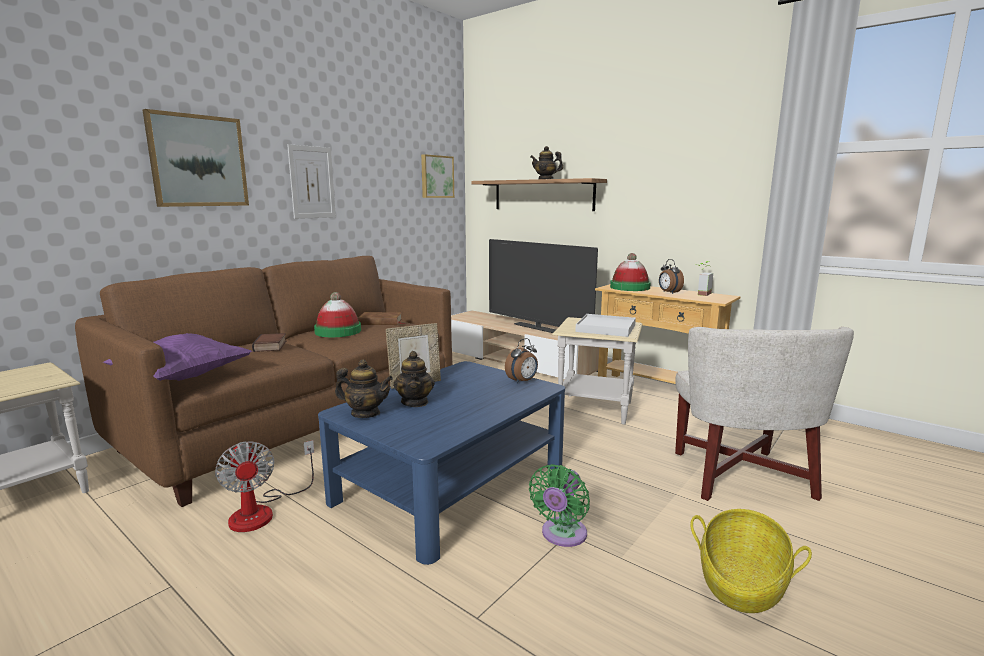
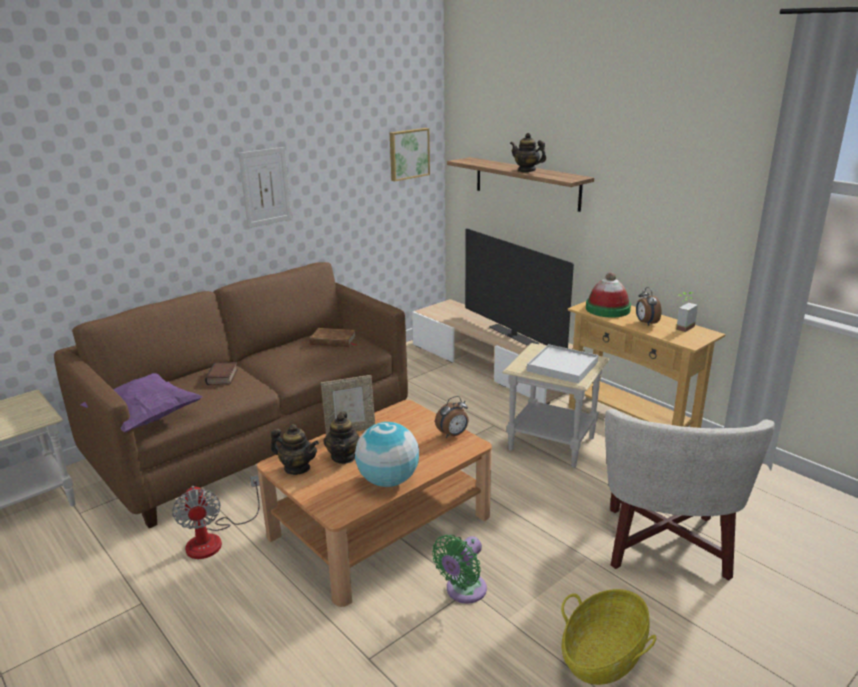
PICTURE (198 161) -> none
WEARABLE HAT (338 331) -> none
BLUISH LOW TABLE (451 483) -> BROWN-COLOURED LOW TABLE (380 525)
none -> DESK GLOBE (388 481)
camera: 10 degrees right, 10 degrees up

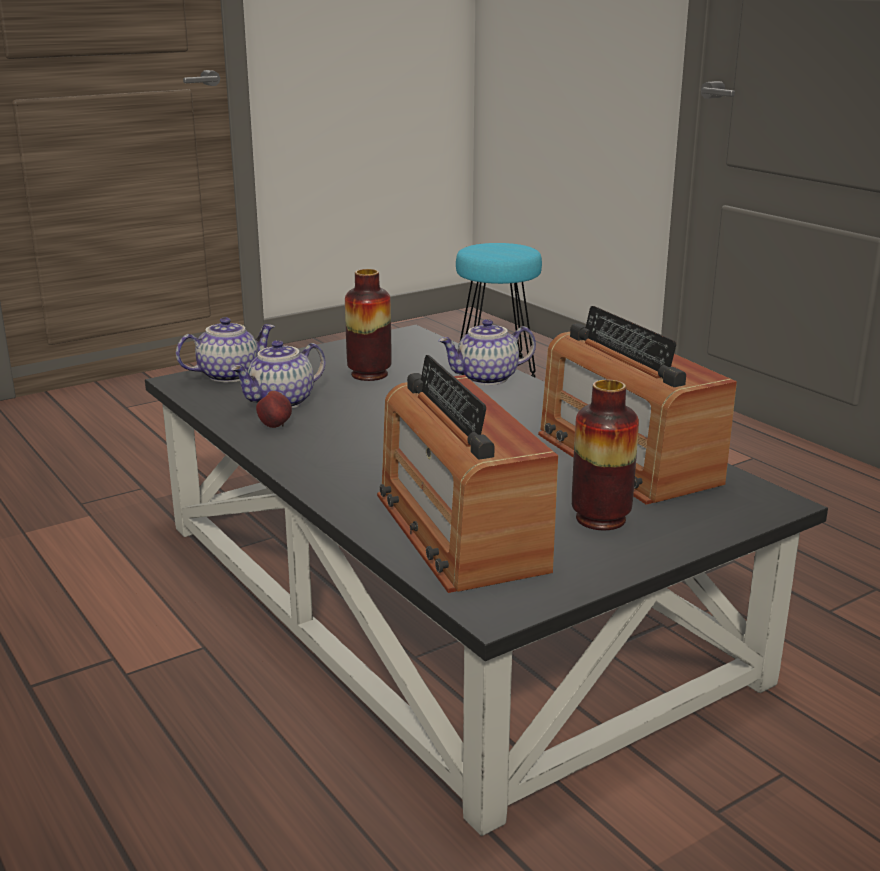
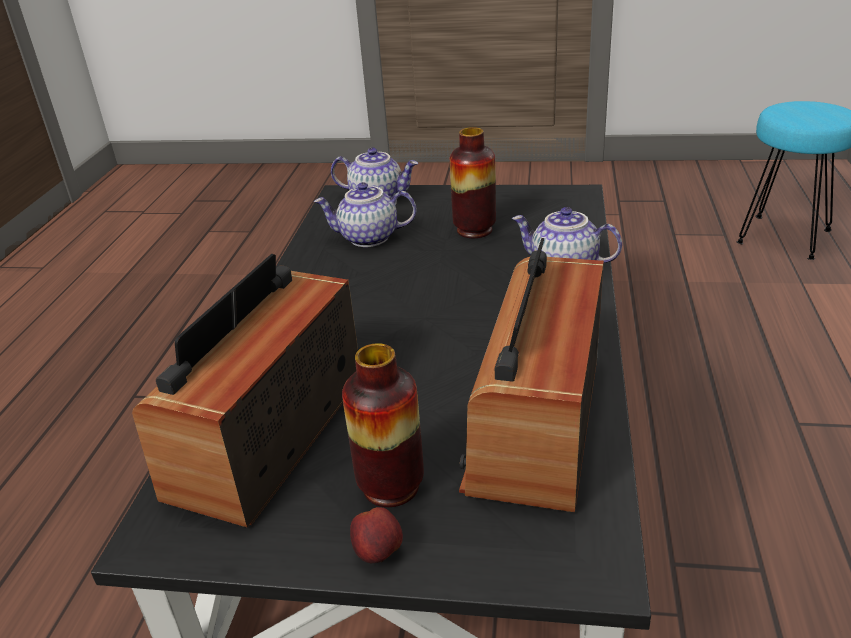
WHOLE APPLE (276 426) -> WHOLE APPLE (379 553), shifted
camera: 45 degrees right, 10 degrees up

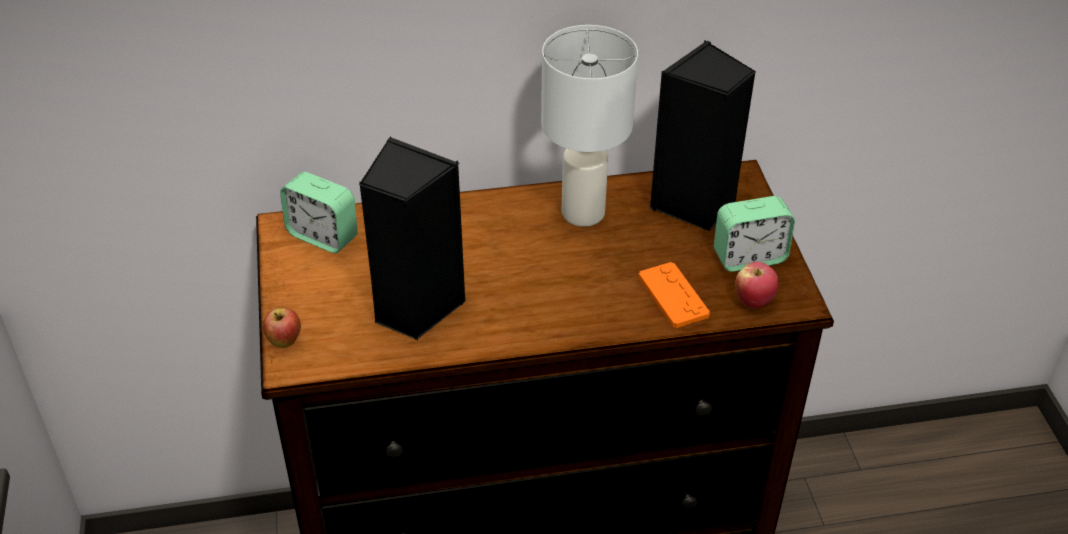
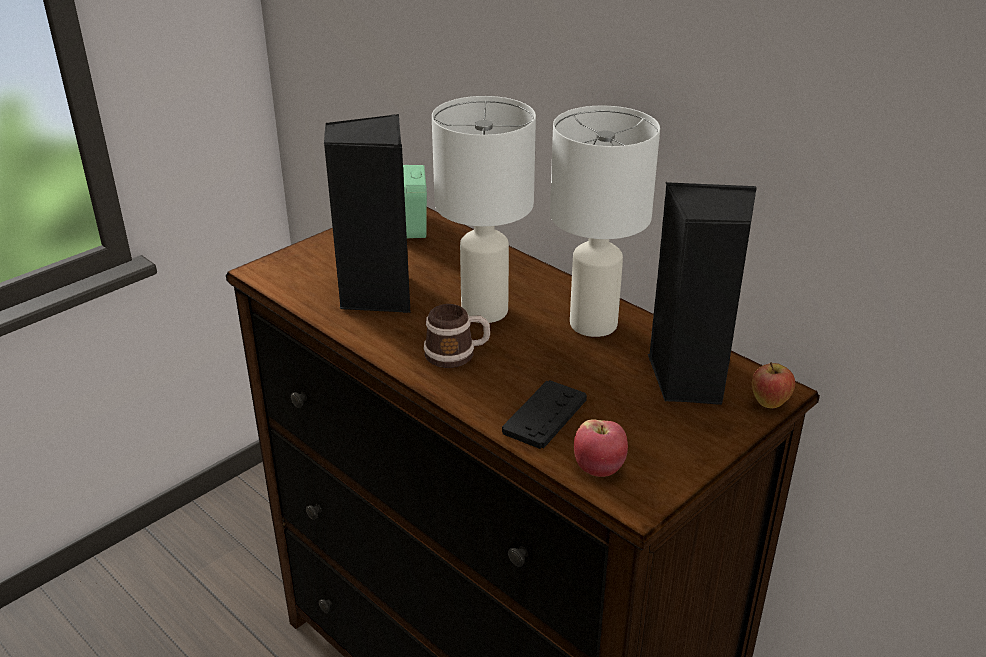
BEDSIDE CLOCK (749 257) -> none
ORANGEY JOYPAD (673 296) -> BLACKISH JOYPAD (545 416)
WHOLE APPLE (284 342) -> WHOLE APPLE (769 404), shifted
none -> WHITISH TABLETOP LAMP (485 311)
none -> MUG (457 354)
camera: 55 degrees right, 10 degrees down

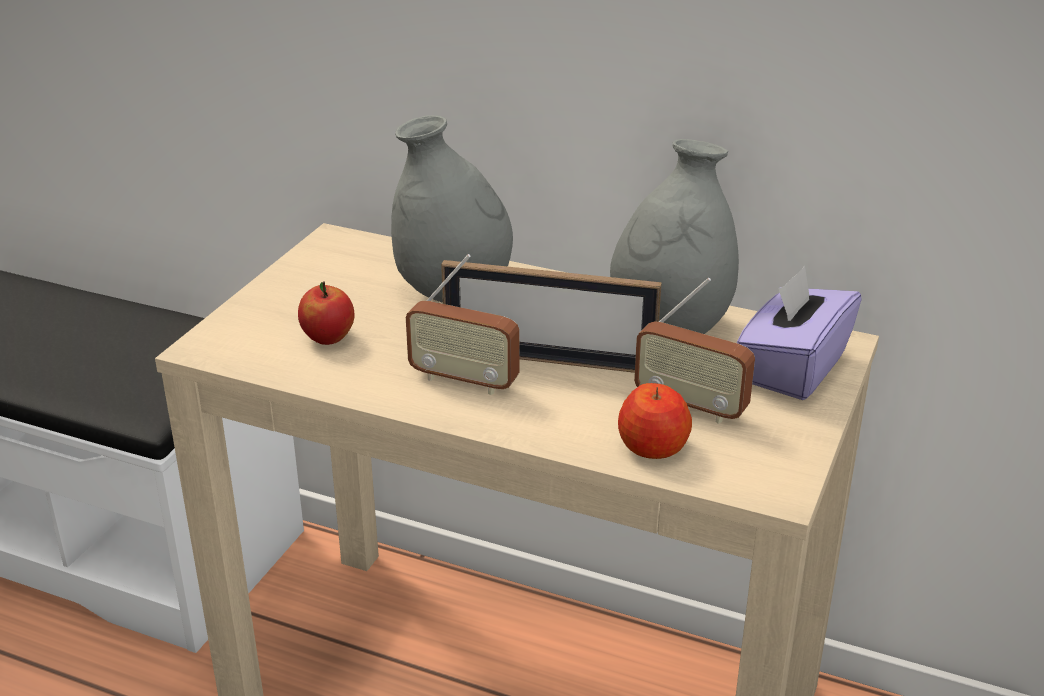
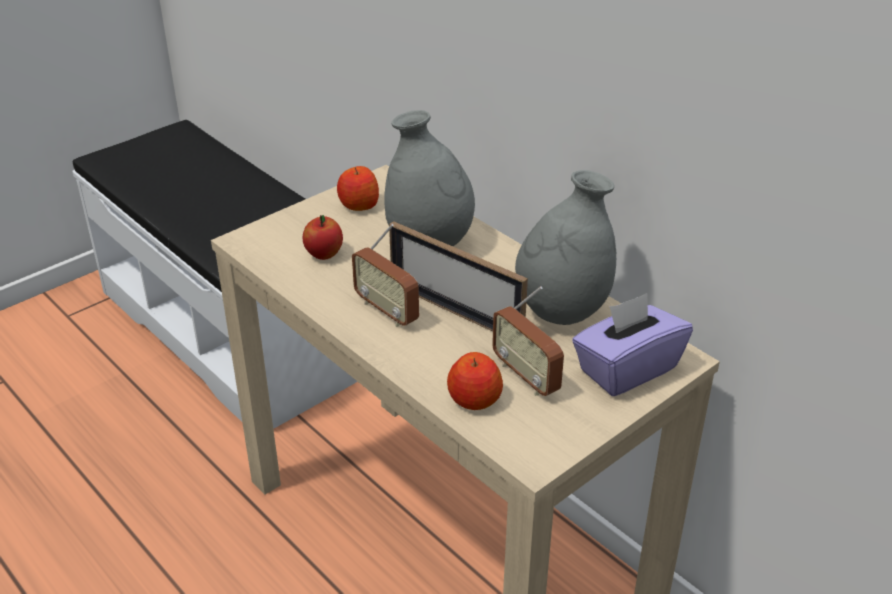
none -> WHOLE APPLE (358 205)
camera: 25 degrees right, 5 degrees up

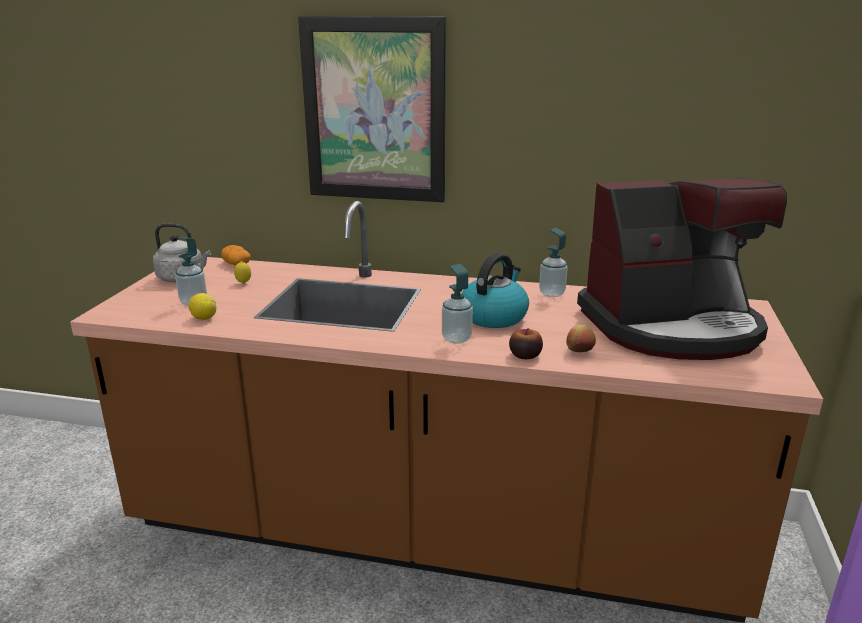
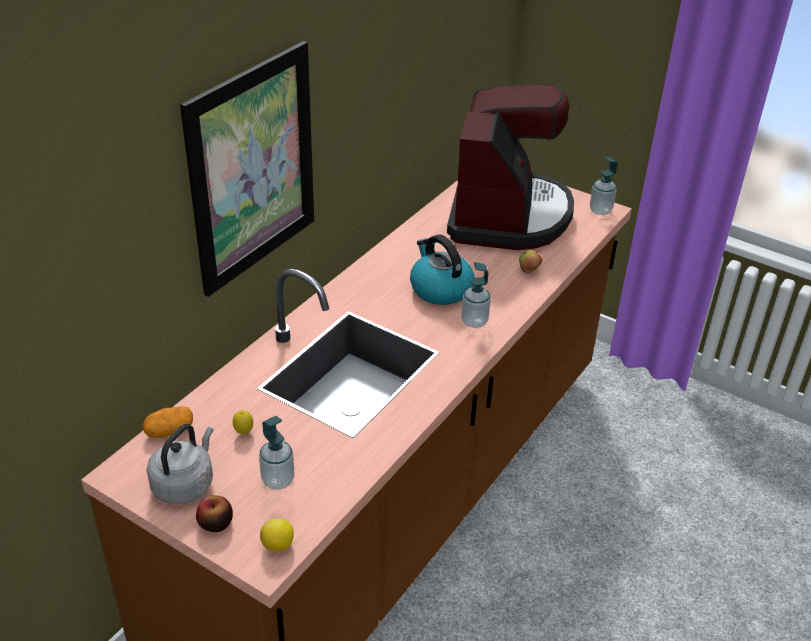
SOAP DISPENSER (551 293) -> SOAP DISPENSER (600 210), shifted
CITRUS FRUIT (204 318) -> CITRUS FRUIT (277 545), shifted
WHOLE APPLE (525 355) -> WHOLE APPLE (215 523), shifted
camera: 70 degrees left, 15 degrees up

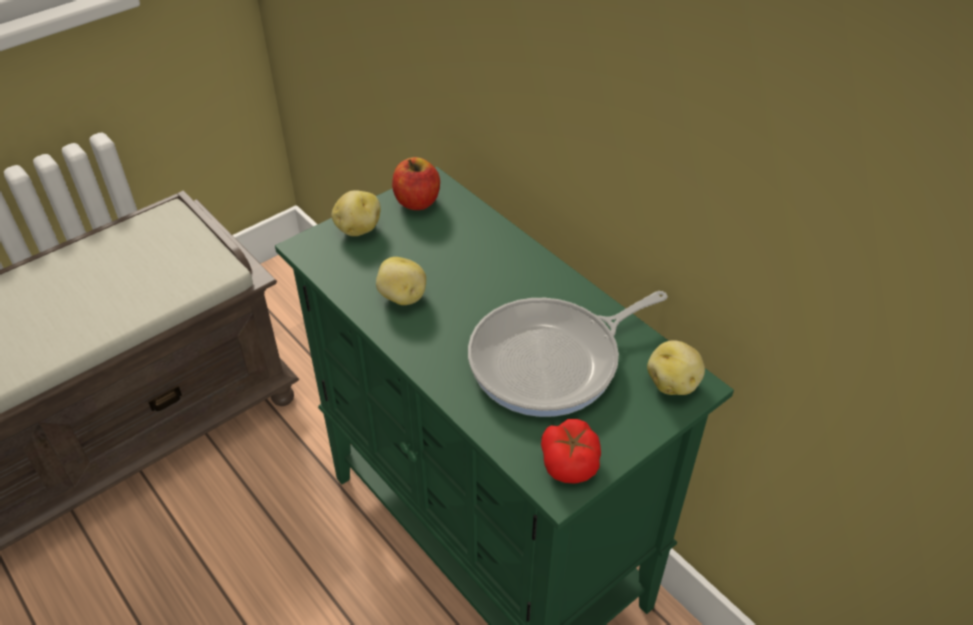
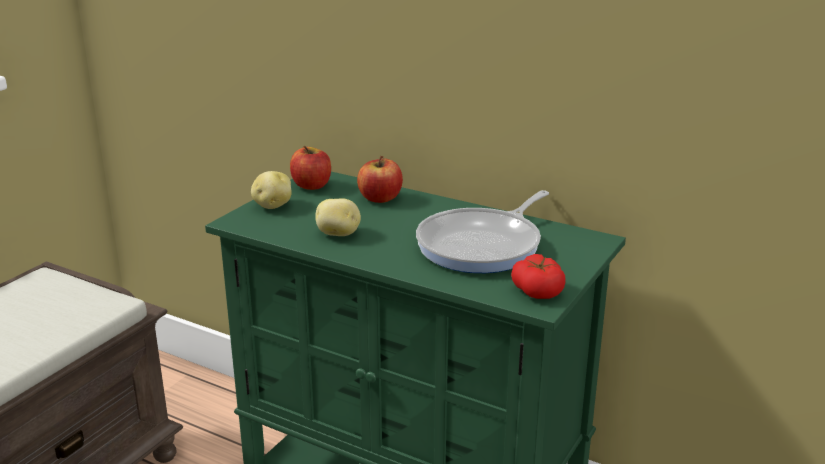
WHOLE POTATO (673 383) -> none
none -> WHOLE APPLE (380 198)
camera: 20 degrees left, 20 degrees down

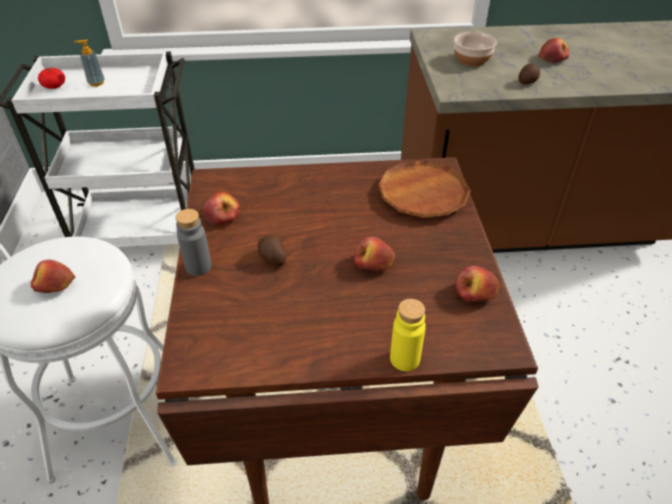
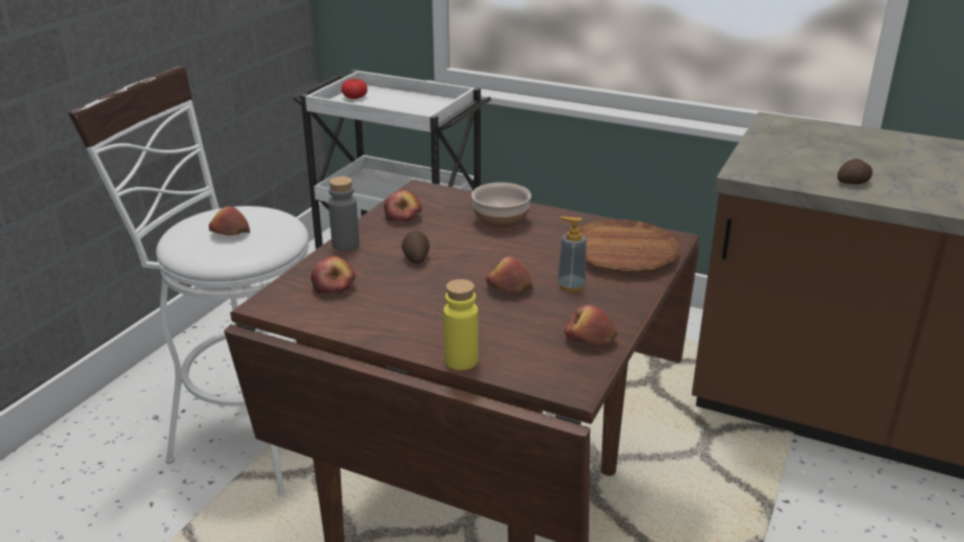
DEEP DISH (472 59) -> DEEP DISH (501 220), shifted
WHOLE APPLE (552 58) -> WHOLE APPLE (334 287), shifted
SOAP DISPENSER (96 83) -> SOAP DISPENSER (571 286), shifted
camera: 30 degrees right, 15 degrees down

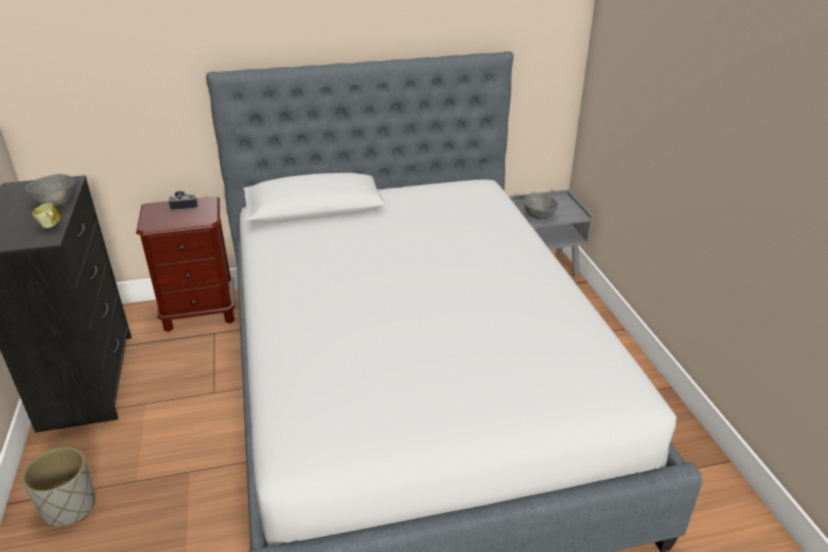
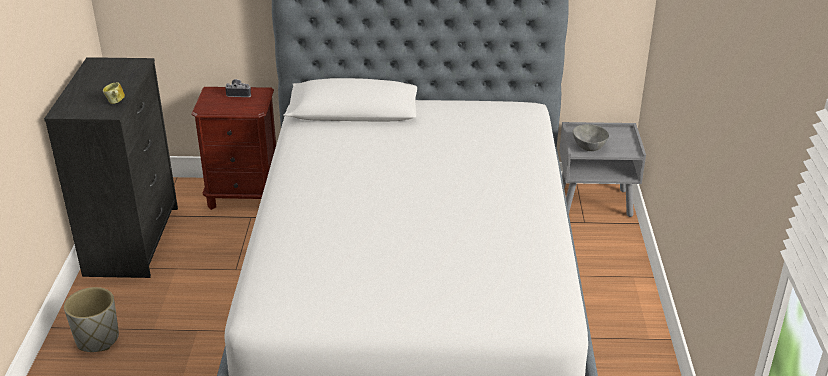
GRAY DEEP DISH (55 203) -> none
camera: 15 degrees right, 0 degrees up

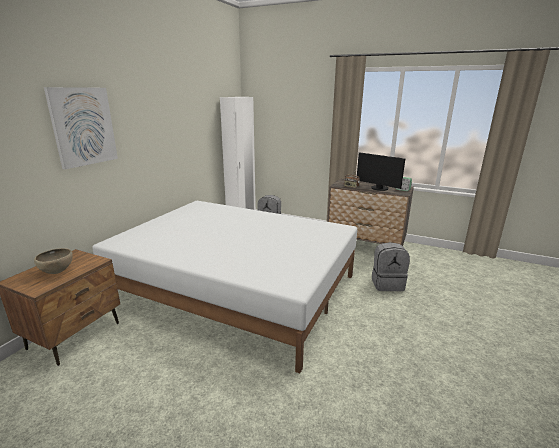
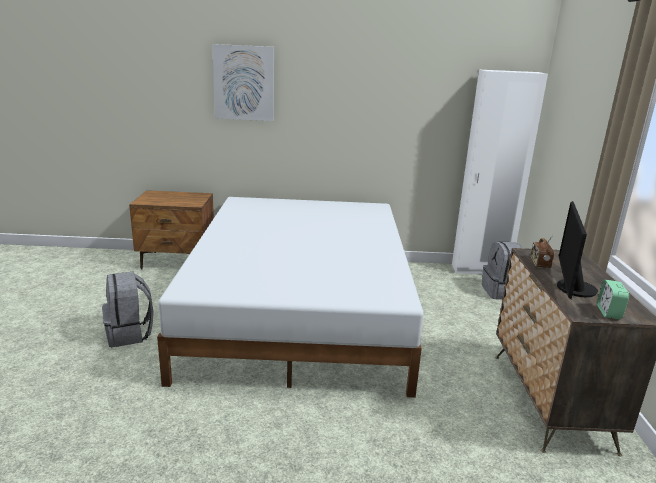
GRAY KNAPSACK (387 284) -> GRAY KNAPSACK (130 334), shifted
BROWN-COLOURED DEEP DISH (57 272) -> none
camera: 65 degrees right, 0 degrees up

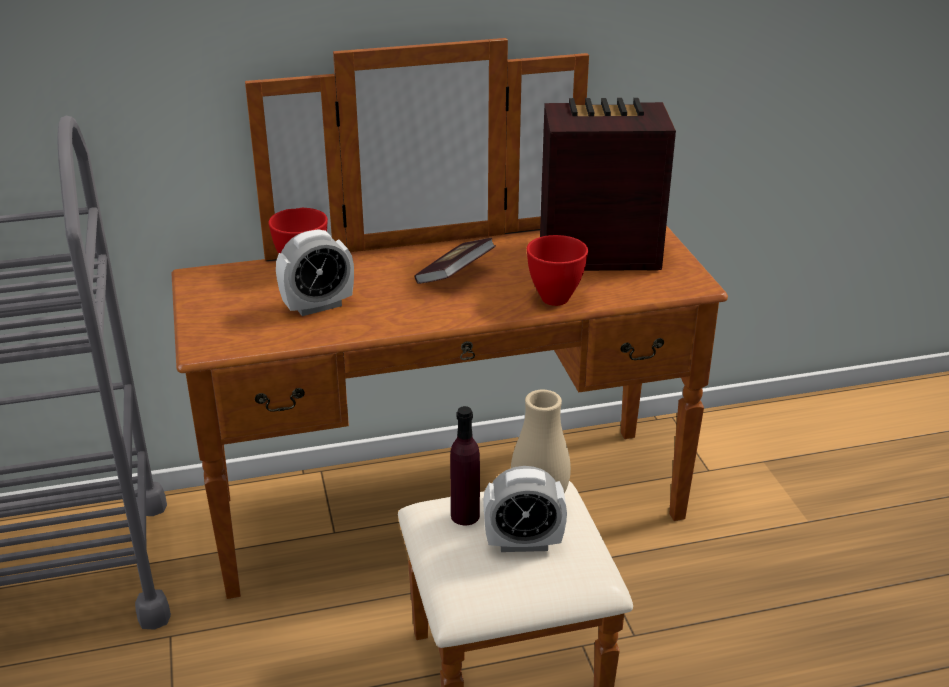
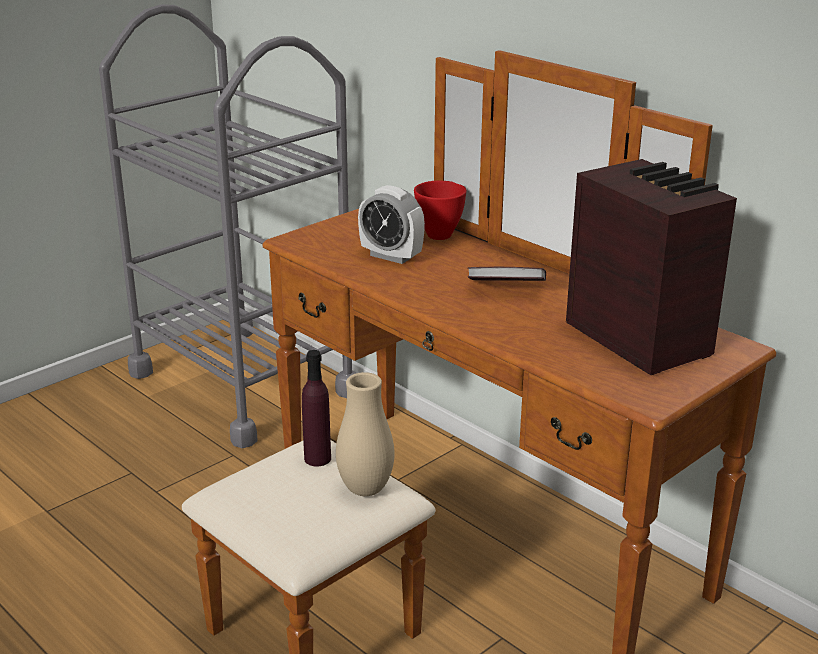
RED-COLOURED DEEP DISH (556 298) -> none
BEDSIDE CLOCK (523 543) -> none
camera: 60 degrees right, 5 degrees down

